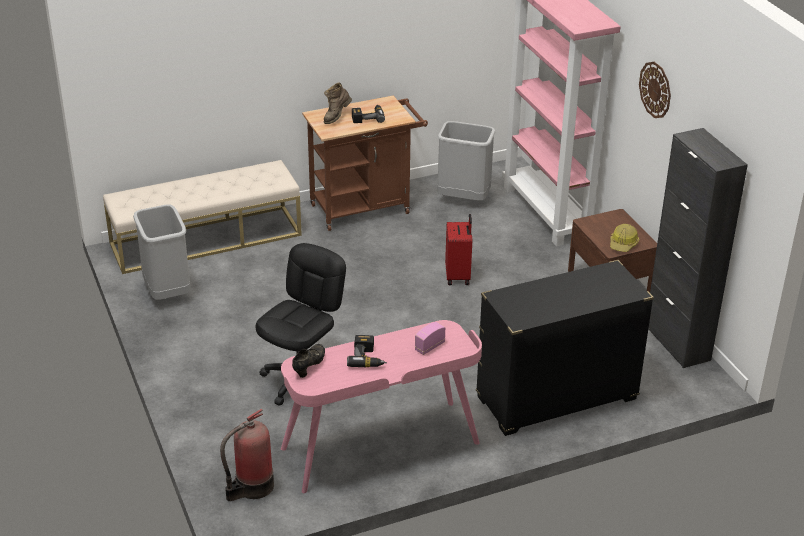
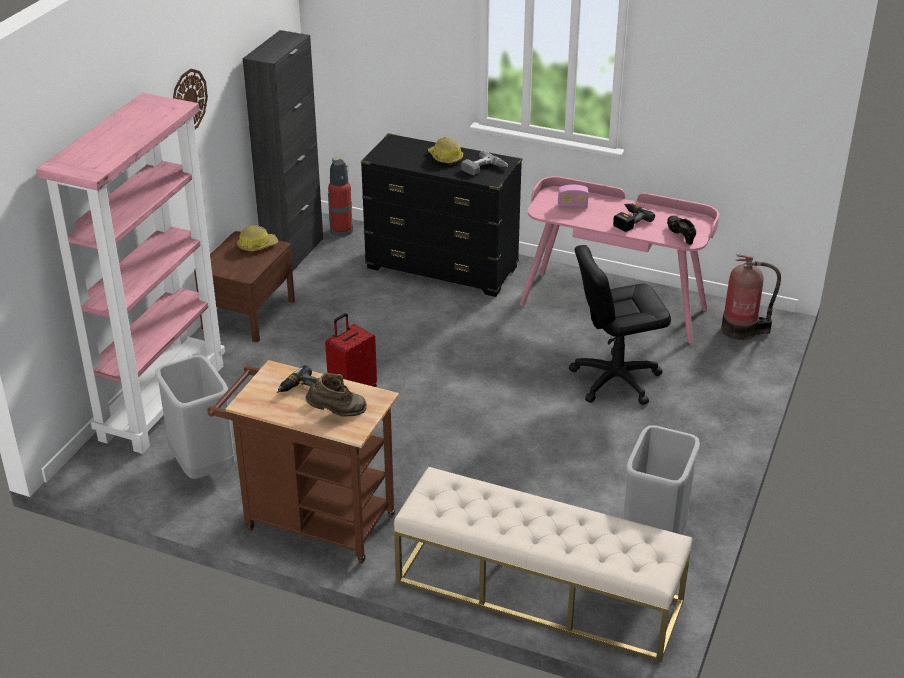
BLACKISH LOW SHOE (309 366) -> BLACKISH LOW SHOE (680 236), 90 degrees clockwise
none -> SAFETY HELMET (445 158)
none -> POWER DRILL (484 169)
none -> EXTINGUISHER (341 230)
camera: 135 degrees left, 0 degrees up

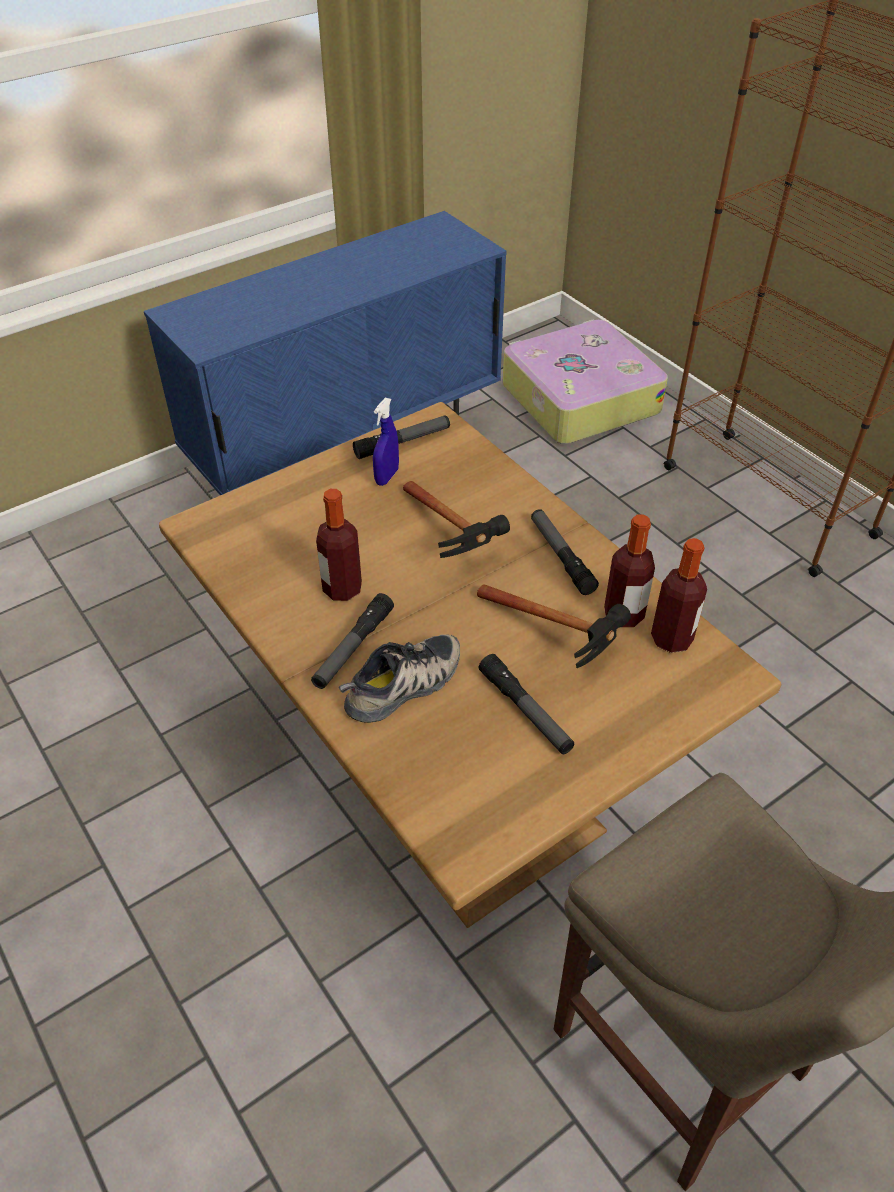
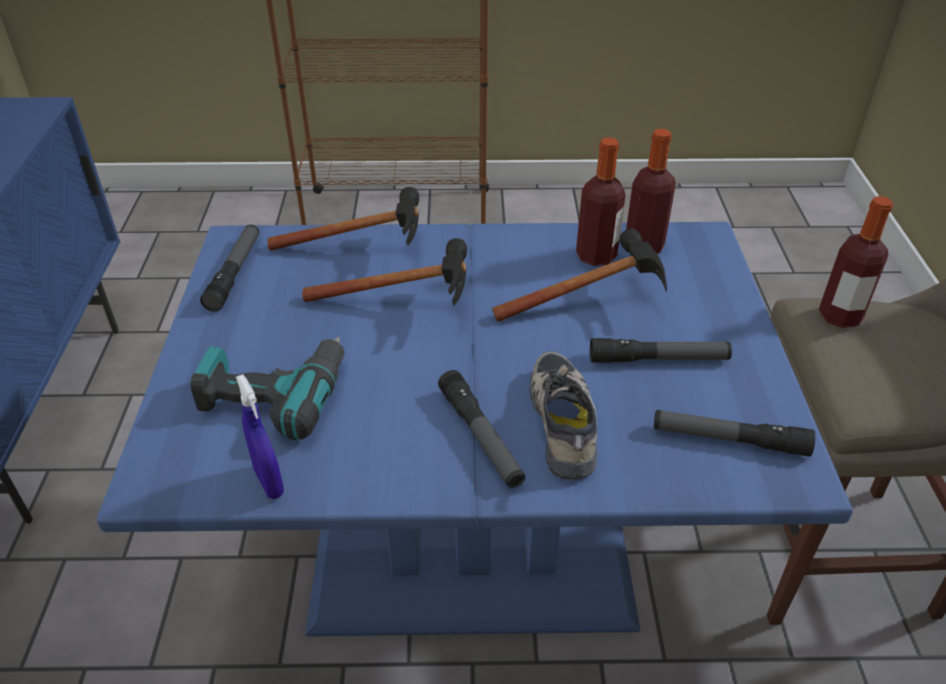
PIECE OF LUGGAGE (578 398) -> none
BLUISH HAND SPRAYER (387 477) -> BLUISH HAND SPRAYER (269 482), shifted
BROWN-COLOURED DINING TABLE (446 776) -> BLUISH DINING TABLE (472 555)
BOTTLE (342 589) -> BOTTLE (840 316), shifted
TORCH (561 556) -> TORCH (729 440), shifted
none -> TOOL HAMMER (367 249)
none -> POWER DRILL (274 394)
camera: 55 degrees left, 5 degrees down

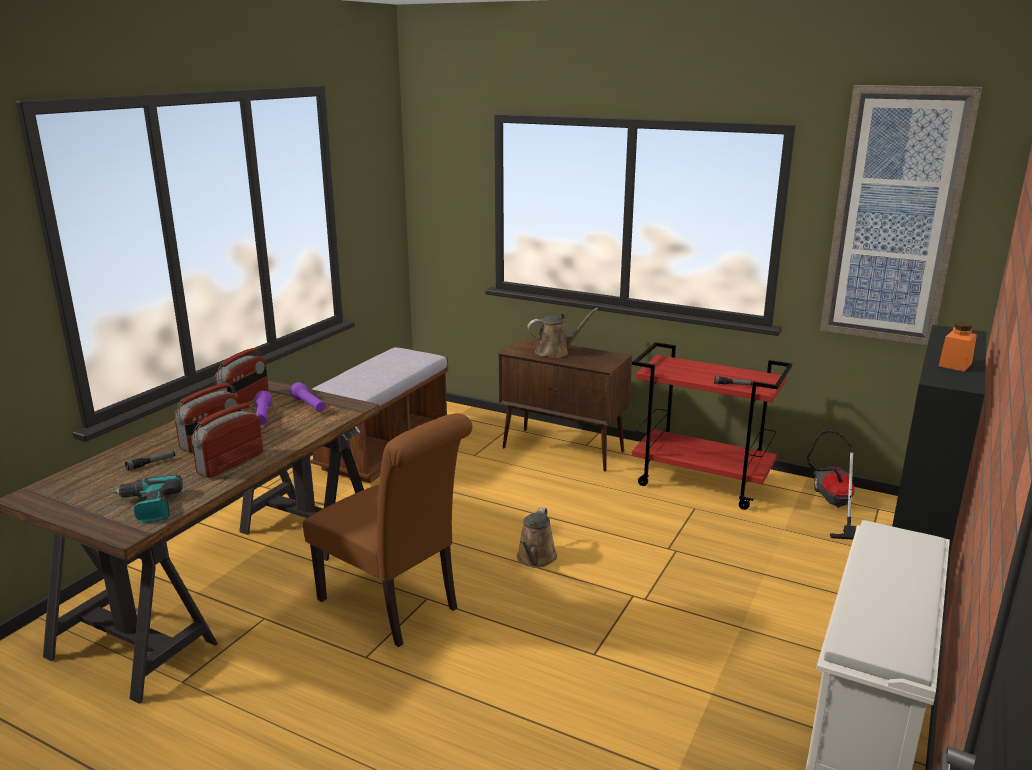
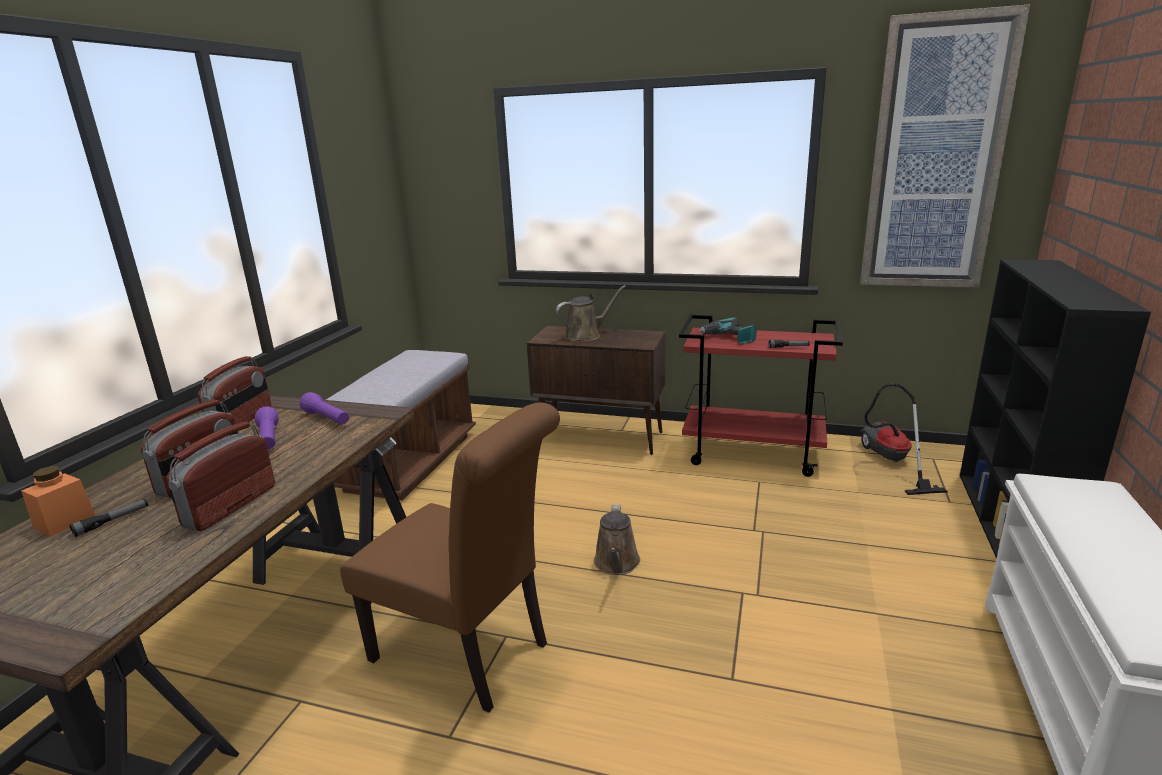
ORANGEY PRESERVE JAR (955 364) -> ORANGEY PRESERVE JAR (65 522), shifted
POWER DRILL (149 507) -> POWER DRILL (728 338), shifted
camera: 10 degrees left, 0 degrees up

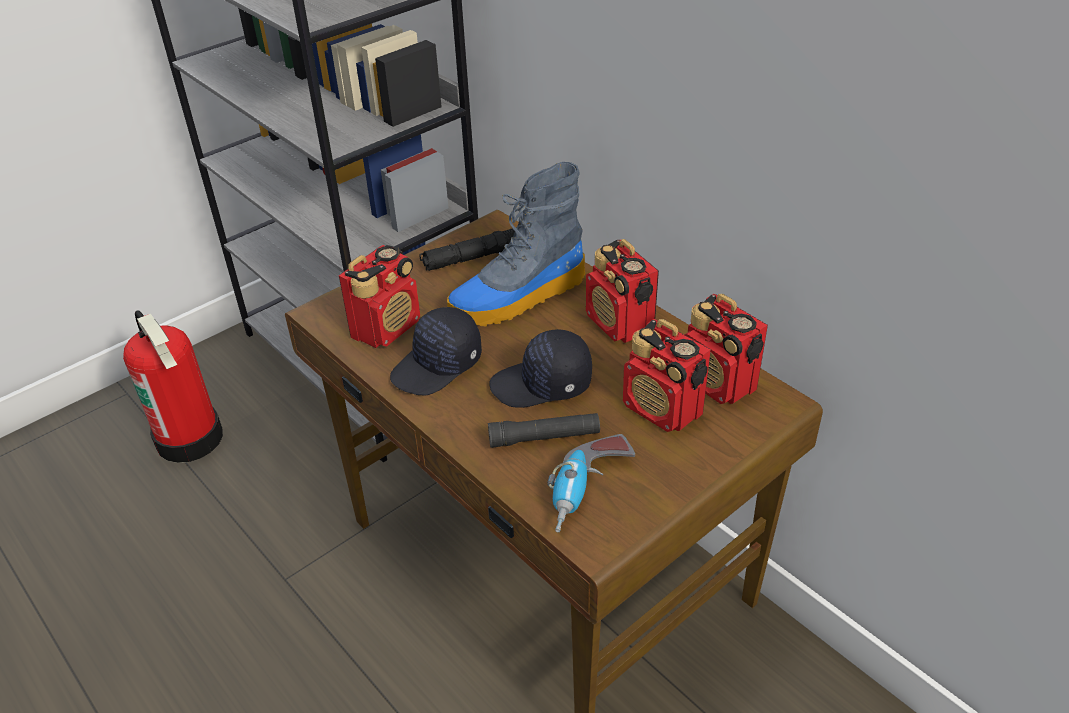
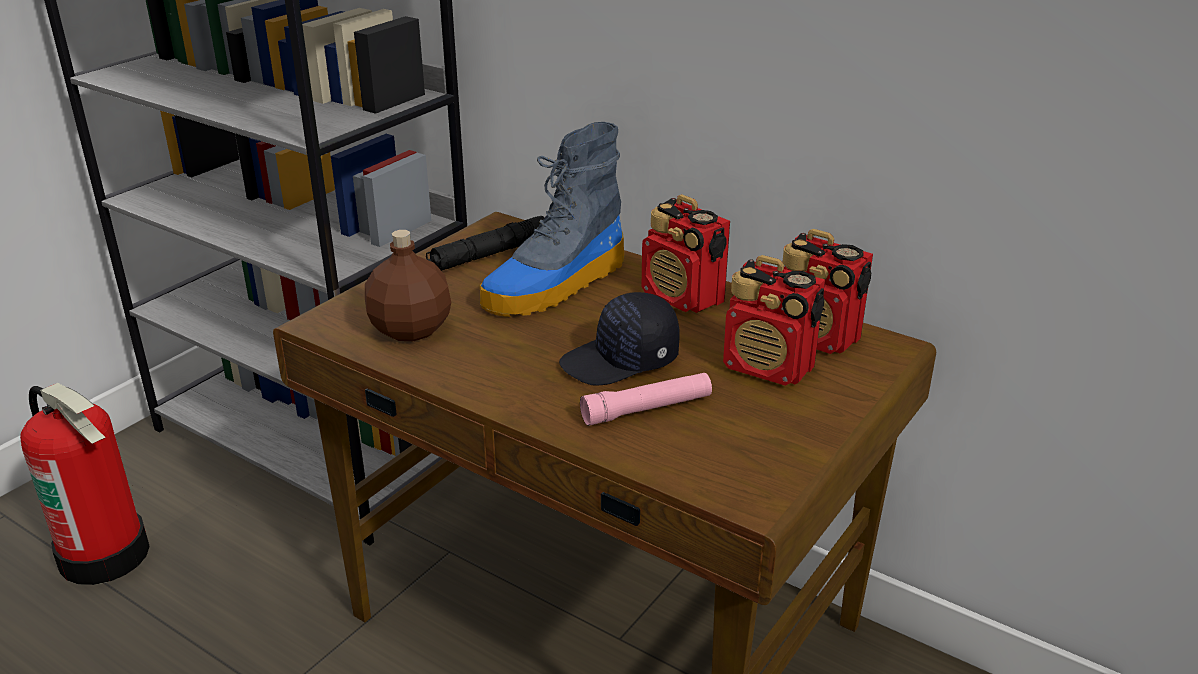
RADIO (387 328) -> BROWN-COLOURED BOTTLE (410 329)
BLACKISH BASEBALL CAP (438 366) -> none
BLACKISH TORCH (544 437) -> PINKISH TORCH (647 409)
POWER DRILL (588 492) -> none
camera: 15 degrees left, 10 degrees down

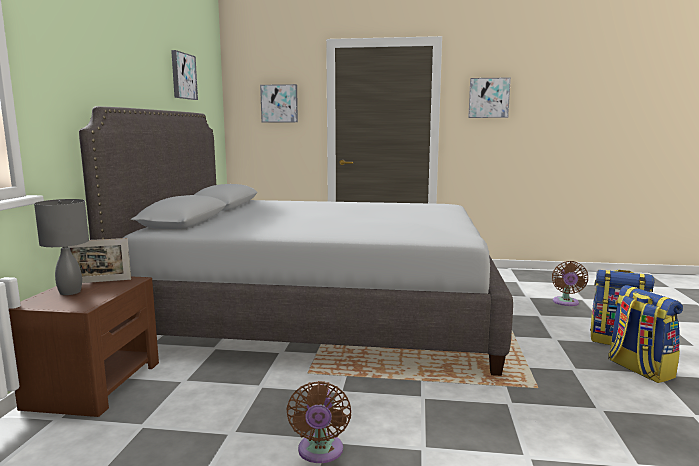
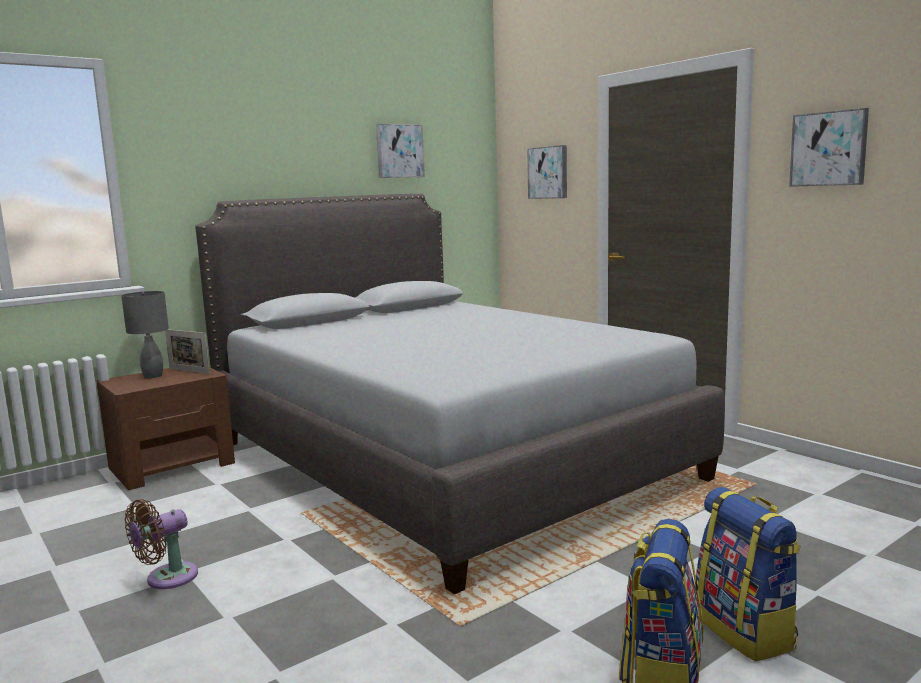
BROWN-COLOURED FAN (566 303) -> none
camera: 45 degrees right, 0 degrees up

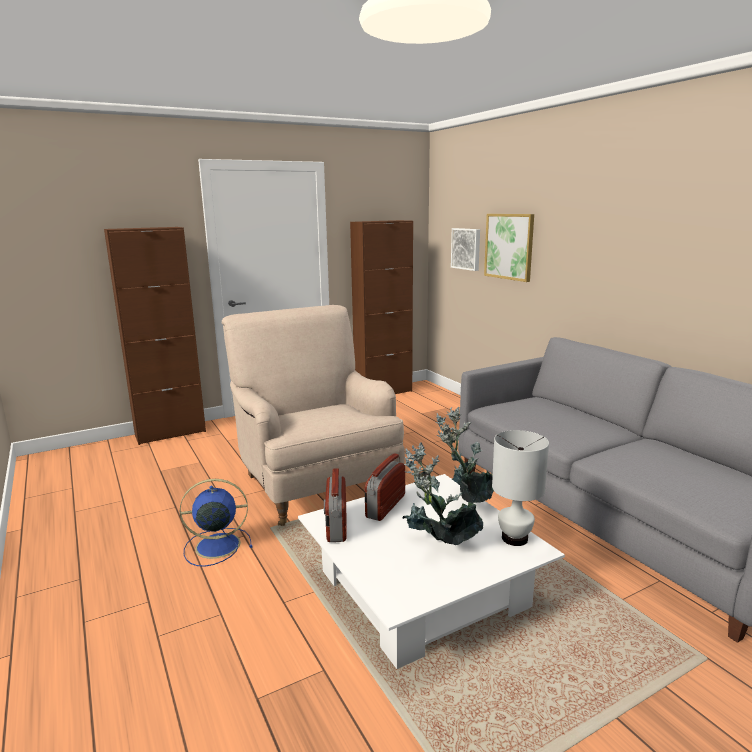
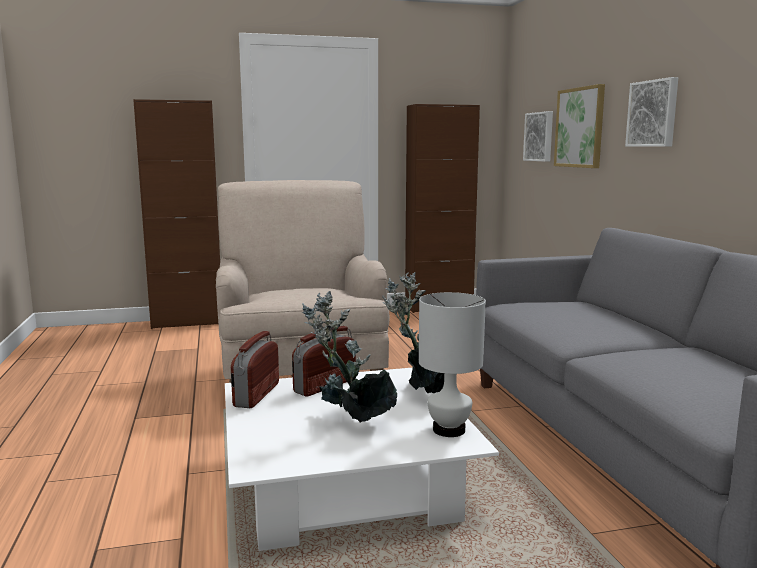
BLUISH FAN (215 546) -> none
none -> PICTURE (653 113)
camera: 15 degrees right, 5 degrees down

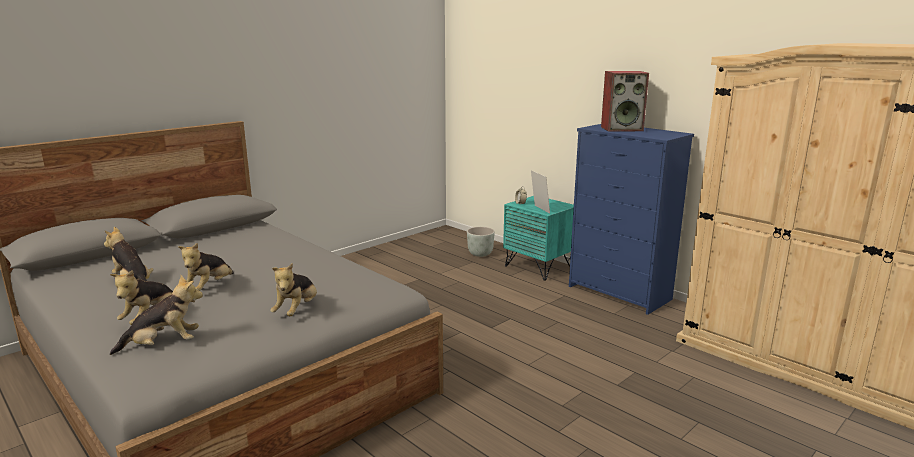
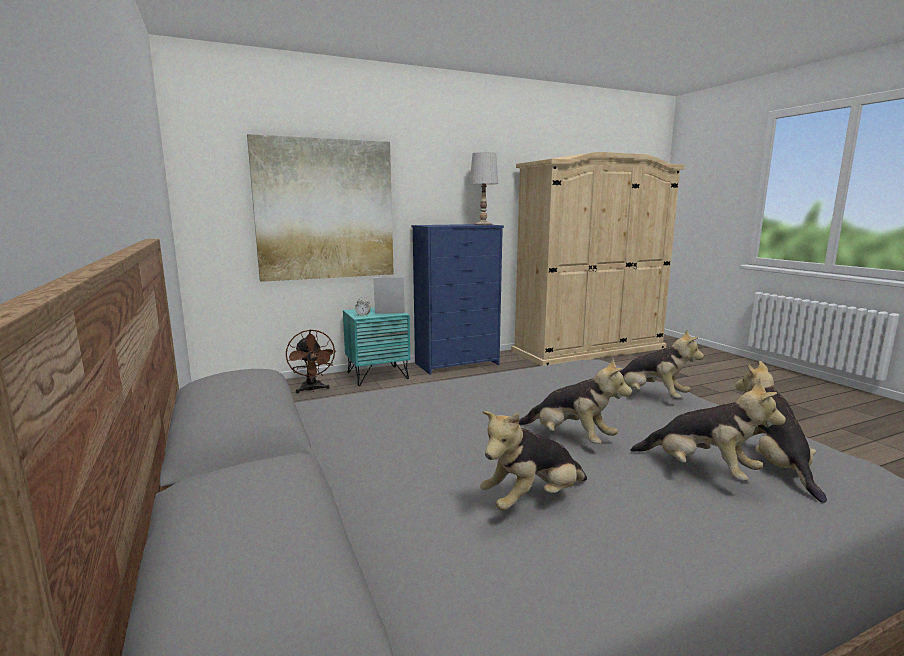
LOUDSPEAKER (622 129) -> none
GRAY FLOWER POT (480 254) -> BROWN-COLOURED FAN (312 390)
none -> PICTURE (325 210)
none -> WHITISH TABLETOP LAMP (483 224)
camera: 70 degrees left, 5 degrees down

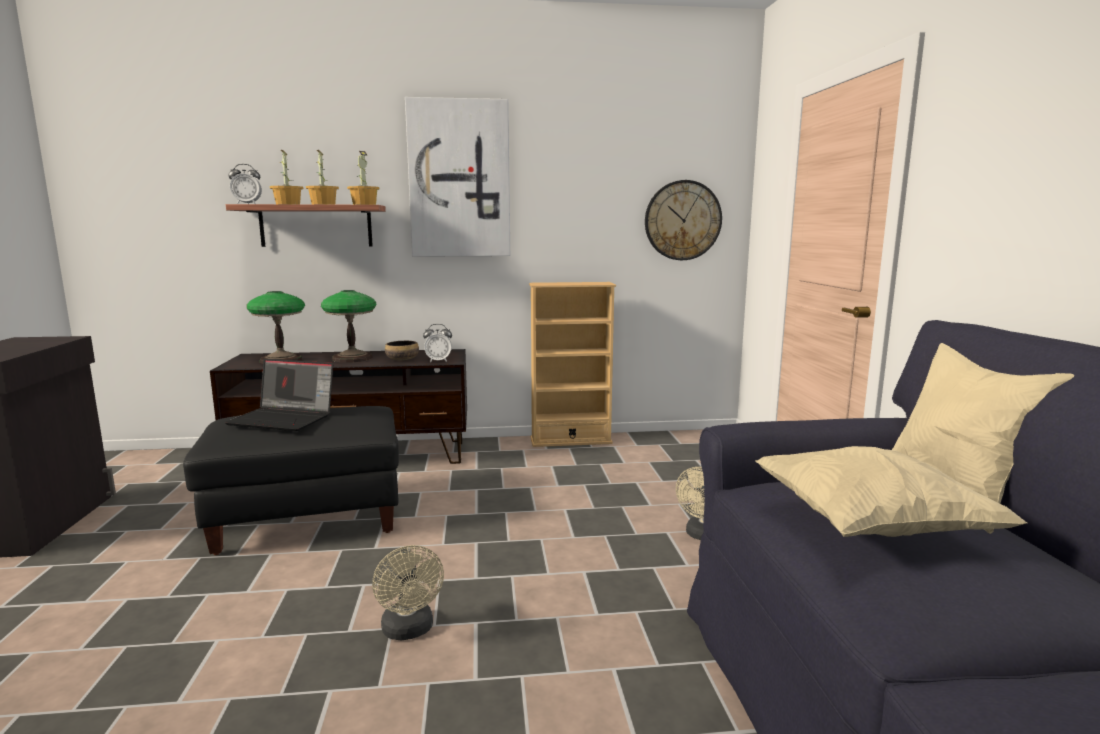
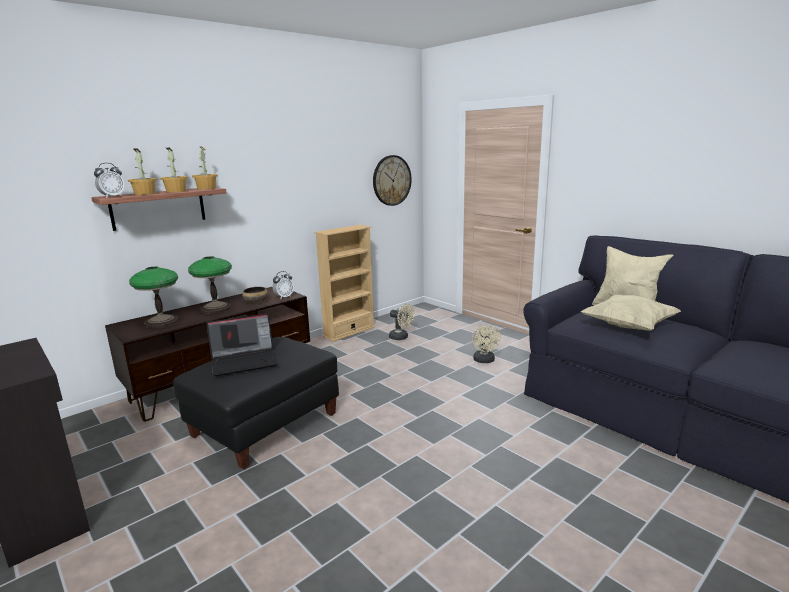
PICTURE (459 179) -> none
SAND-COLOURED FAN (409 631) -> SAND-COLOURED FAN (401 337), shifted
camera: 35 degrees left, 5 degrees up

